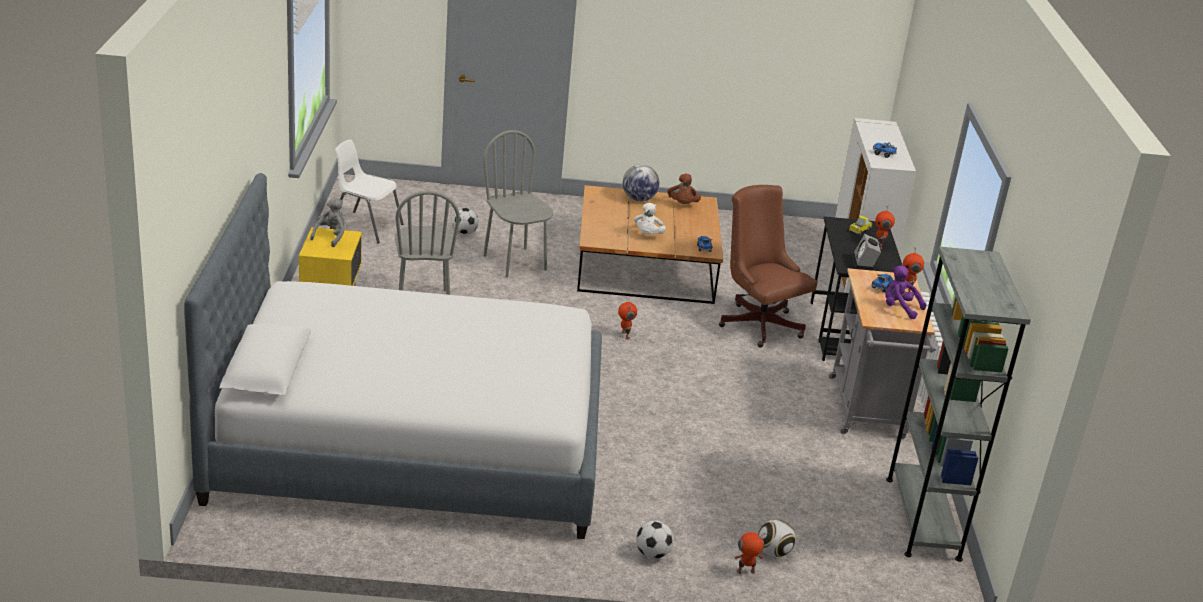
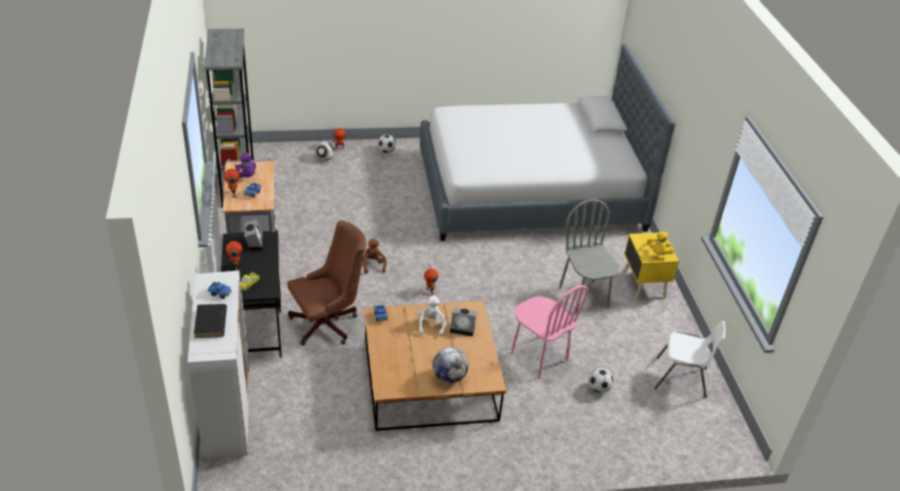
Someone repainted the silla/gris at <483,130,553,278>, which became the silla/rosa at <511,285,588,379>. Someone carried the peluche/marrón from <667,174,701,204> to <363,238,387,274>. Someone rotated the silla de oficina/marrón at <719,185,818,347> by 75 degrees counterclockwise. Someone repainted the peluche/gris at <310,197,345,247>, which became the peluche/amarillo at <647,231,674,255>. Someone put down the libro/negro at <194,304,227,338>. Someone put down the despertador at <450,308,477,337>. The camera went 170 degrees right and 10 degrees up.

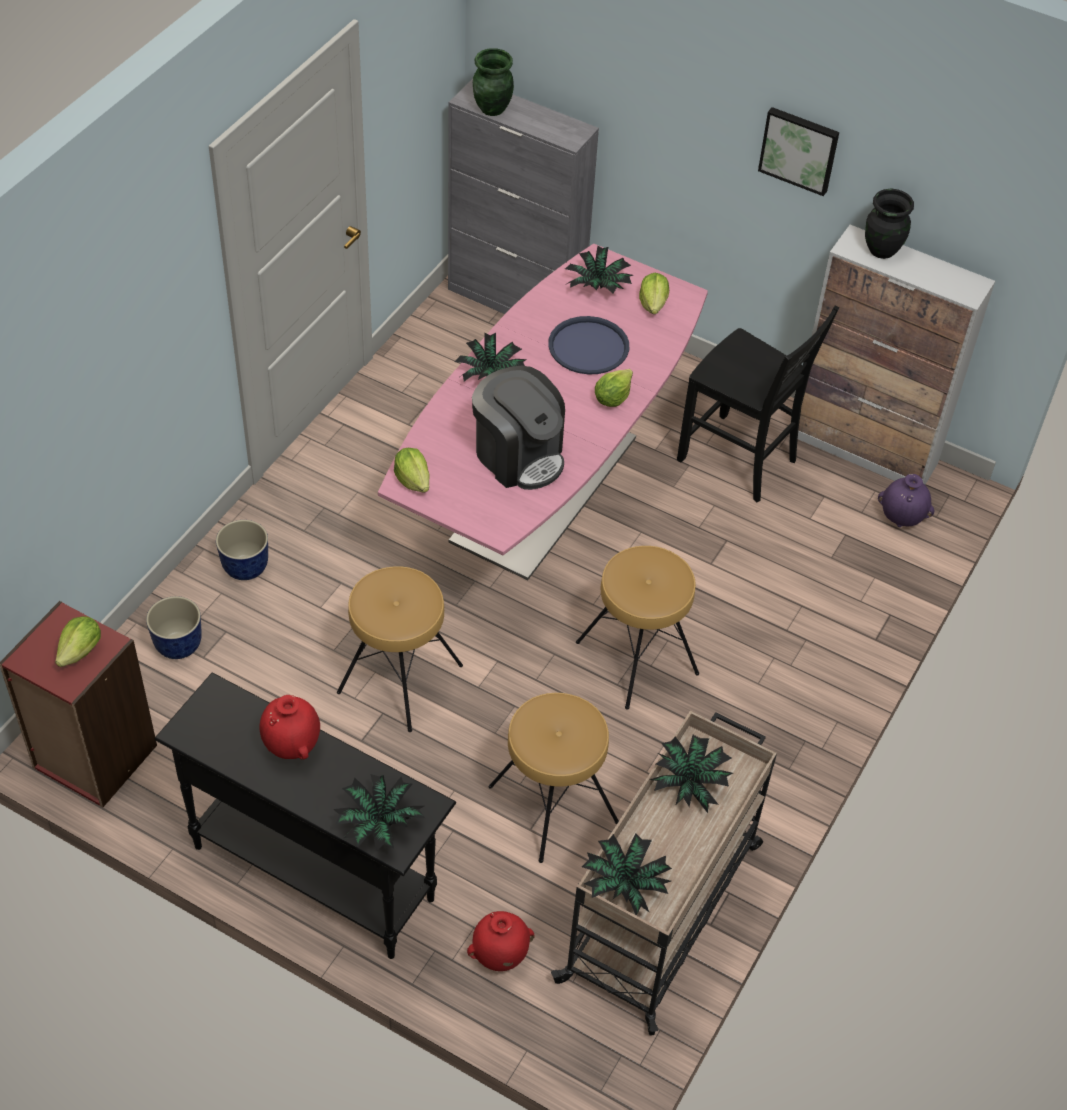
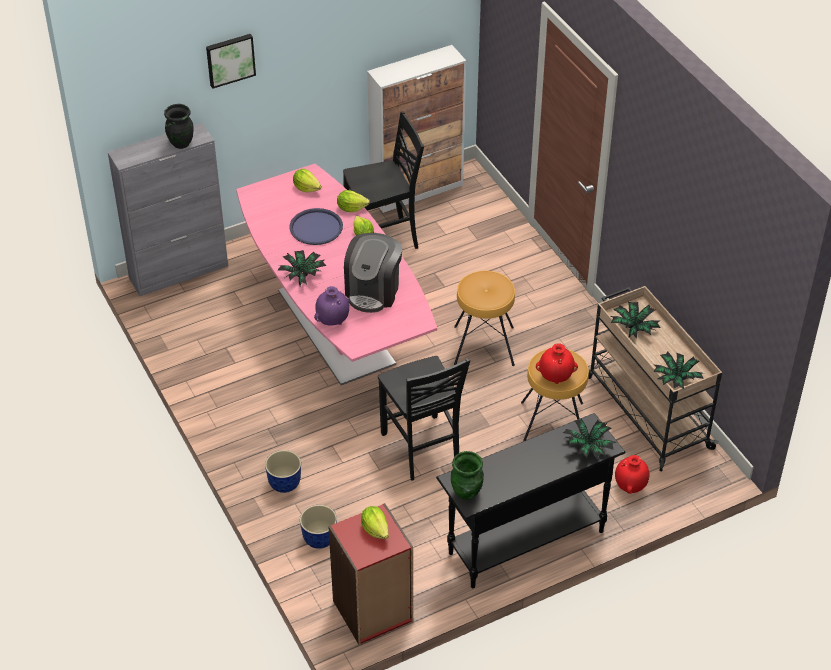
Someone carried the florero/verde from <473,48,514,116> to <451,451,484,500>. Someone carried the cuadro from <758,107,839,196> to <206,34,256,89>. Someone carried the florero/negro from <865,189,914,259> to <164,104,194,149>. Someone took away the planta en maceta at <565,246,633,294>. Someone rotated the cafetera at <472,366,565,490> by 120 degrees clockwise. Someone carried the lechuga from <394,448,430,492> to <337,190,370,212>. Someone carried the florero/morado from <878,474,935,527> to <314,286,350,326>. Someone swapped the taburete/marrón at <337,566,463,732> for the silla/negro at <378,356,470,480>. Someone carried the florero/rojo from <259,695,320,760> to <536,343,578,384>. The camera went 55 degrees left and 5 degrees down.

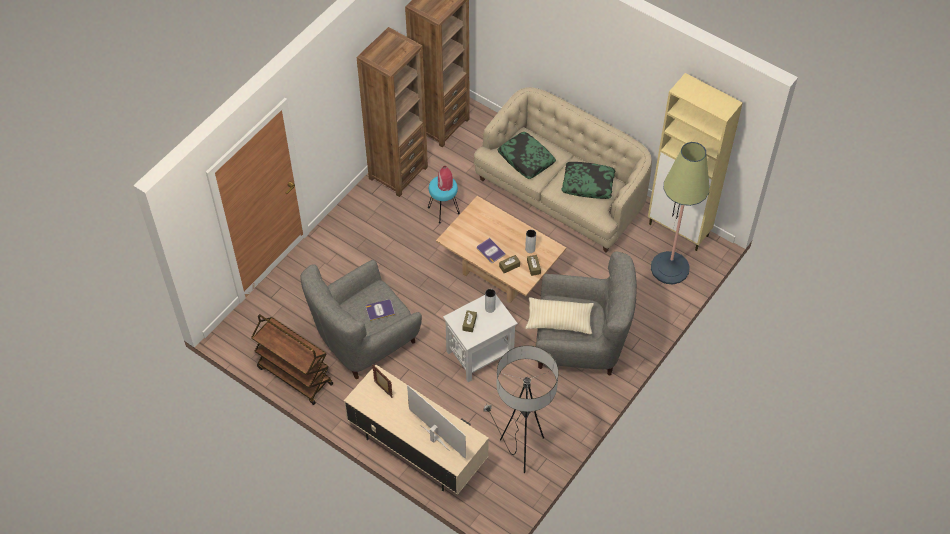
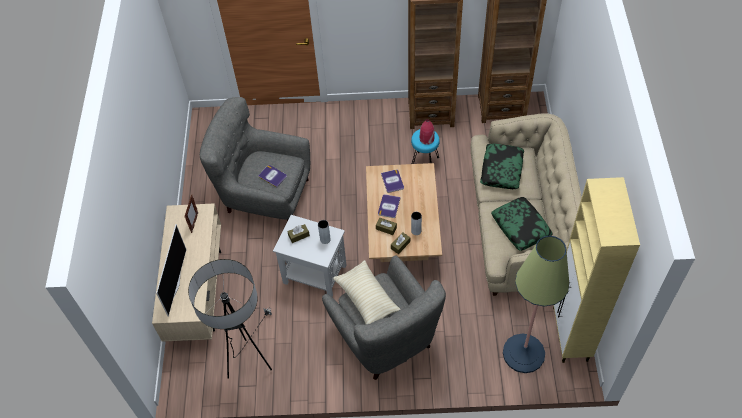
Someone took away the carrito/marrón at <251,314,333,405>. Someone put down the libro at <381,169,404,193>. The camera went 55 degrees right and 0 degrees up.

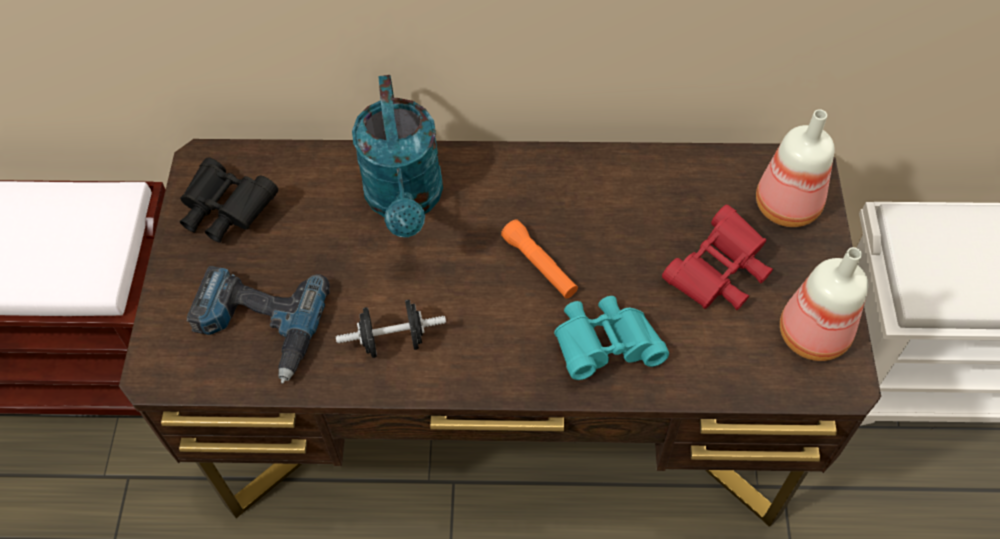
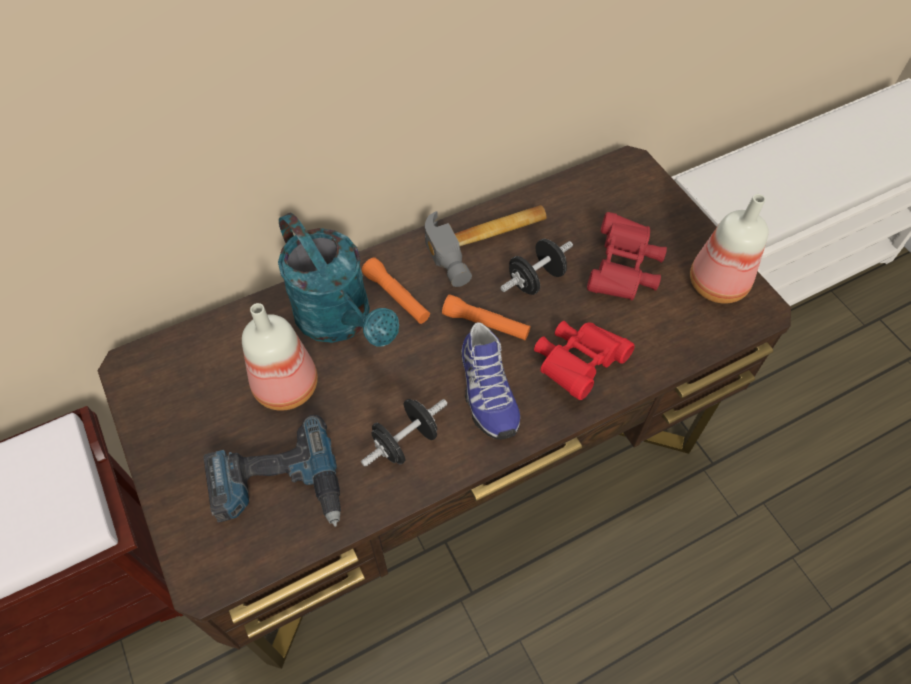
Someone carried the botella from <756,109,835,227> to <242,303,318,411>. Someone took away the prismáticos/negro at <180,157,278,242>. Someone repainted the prismáticos/turquesa at <554,296,669,380>, which became the prismáticos/rojo at <534,321,635,400>. Someone put down the martillo at <425,205,547,287>. Someone put down the mancuerna/negro at <500,239,573,295>. Someone put down the linterna/naranja at <362,258,430,324>. Someone put down the zapato at <461,322,520,440>. The camera went 30 degrees left and 0 degrees up.

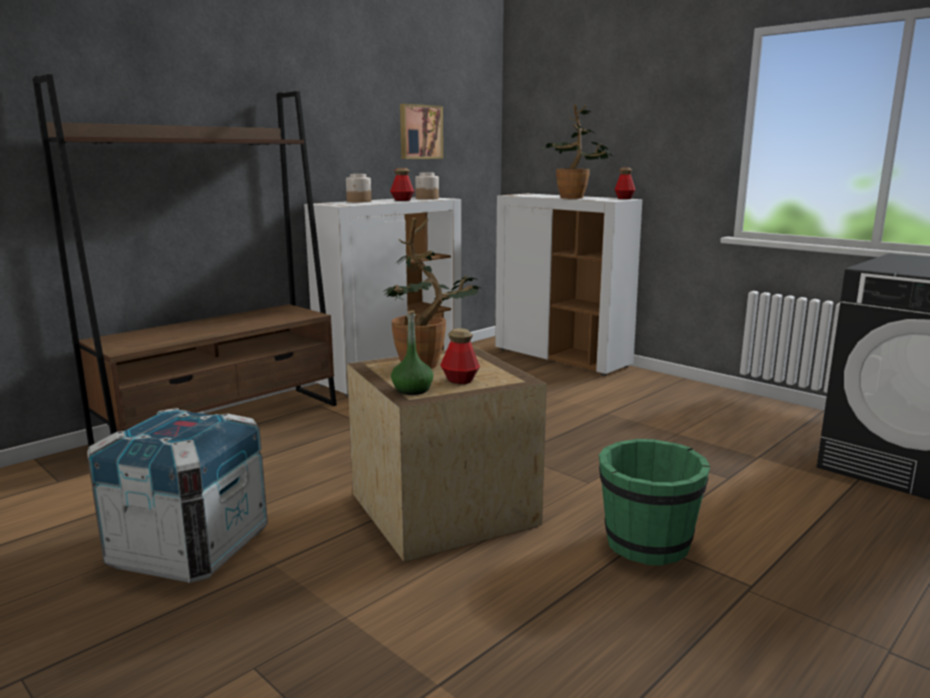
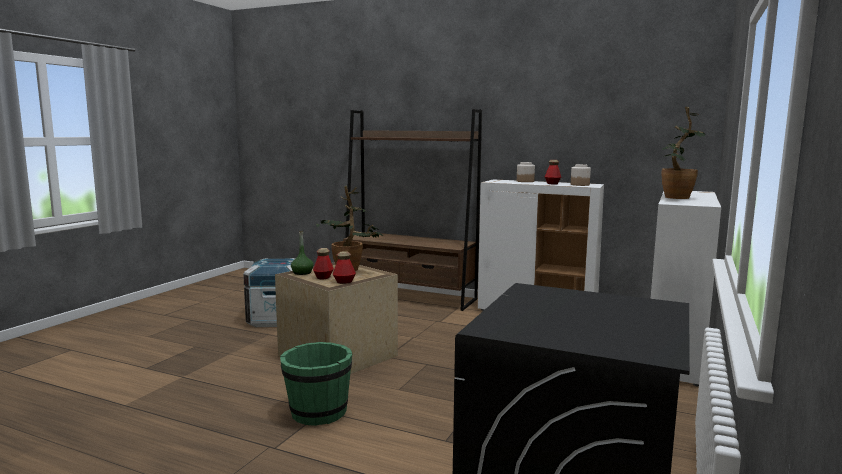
Someone took away the cuadro at <400,104,443,159>. Someone carried the botella from <614,167,635,199> to <333,251,356,284>. The camera went 70 degrees right and 5 degrees down.

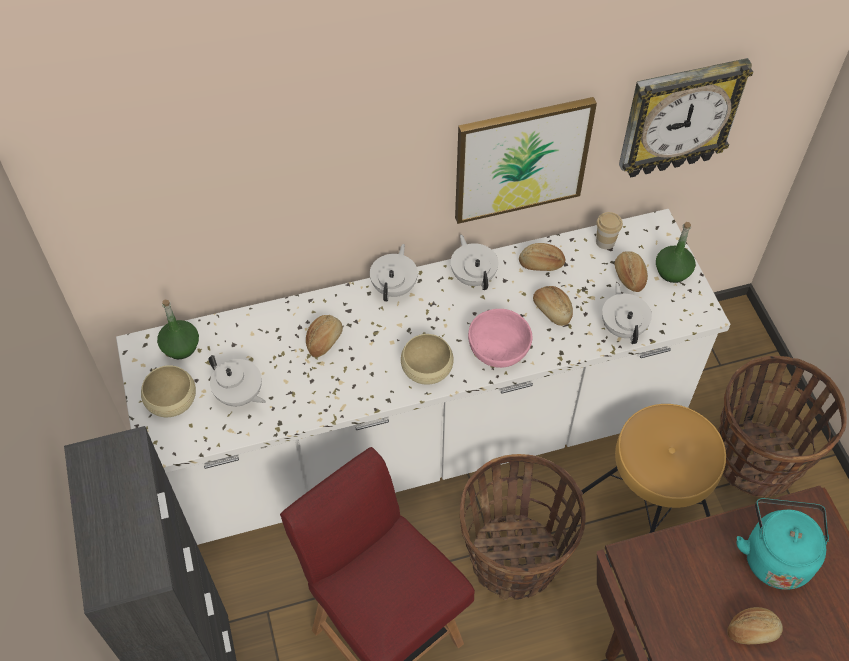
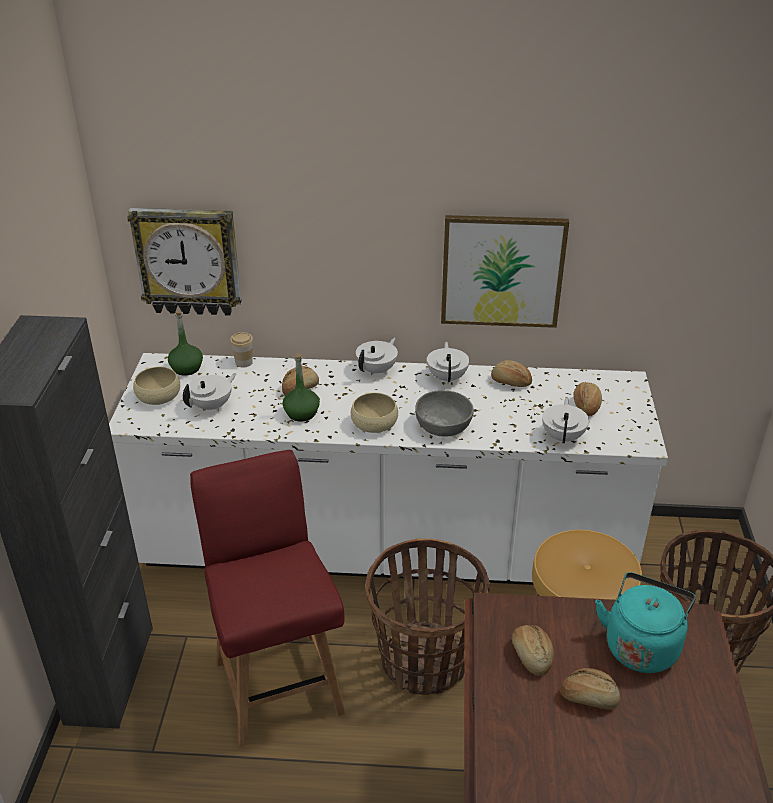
Someone carried the reloj de pared from <619,58,753,177> to <127,208,242,316>. Someone carried the taza from <596,212,623,249> to <230,332,253,368>. Someone carried the botella/verde from <656,222,695,283> to <283,353,320,422>. Someone carried the pan from <533,286,573,326> to <512,625,554,675>. Someone repainted the cuenco/rosa at <468,309,532,368>, which became the cuenco/gris at <415,390,474,437>. Someone rotated the tetera/blanco at <209,355,266,406> by 105 degrees counterclockwise. The camera went 20 degrees right and 20 degrees down.

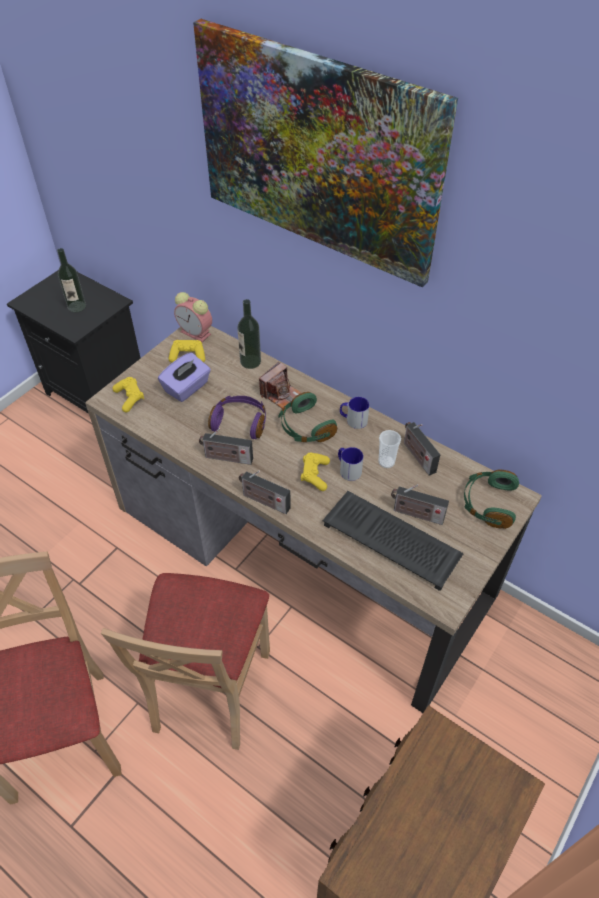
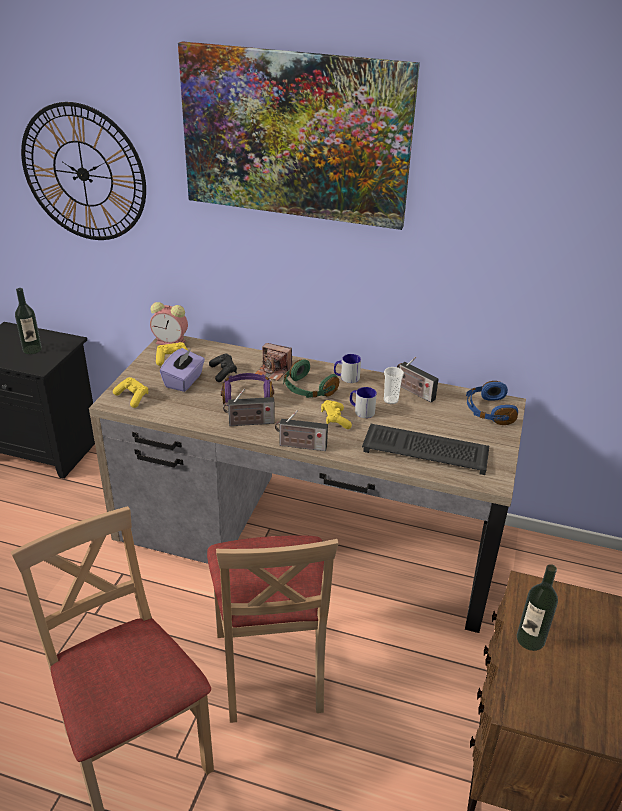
Someone carried the botella from <237,299,261,369> to <517,564,558,651>. Someone rotated the cámara at <259,362,301,409> by 90 degrees clockwise. Someone repainted the auriculares/verde at <464,470,519,529>, which became the auriculares/azul at <466,381,518,425>. Someone took away the radio at <391,484,449,525>. Someone put up the reloj de pared at <21,102,146,240>. Someone put down the mando de consola/negro at <209,354,237,382>. The camera went 20 degrees left and 15 degrees down.

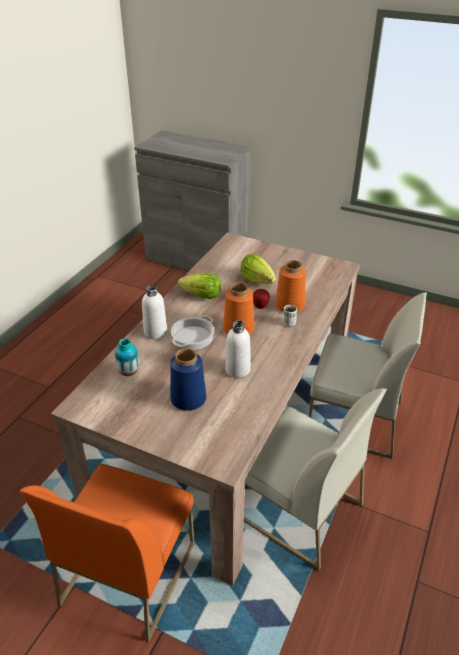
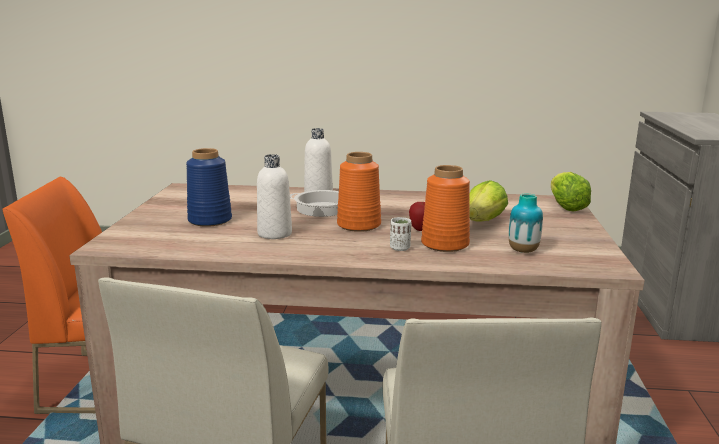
Someone carried the lechuga from <178,273,221,299> to <551,172,591,212>. Someone carried the florero from <115,338,139,376> to <509,193,543,253>. The camera went 70 degrees right and 20 degrees down.

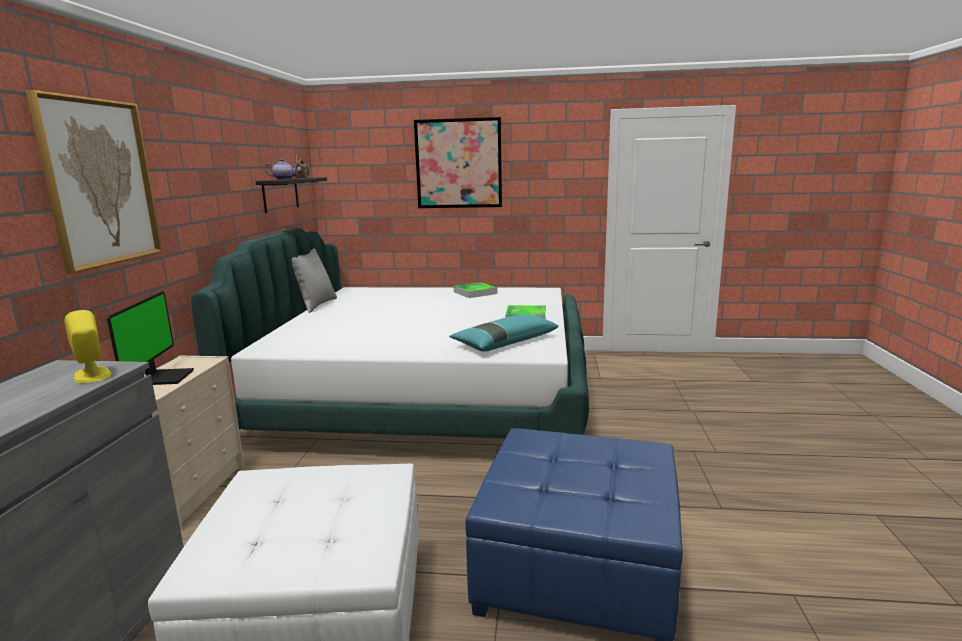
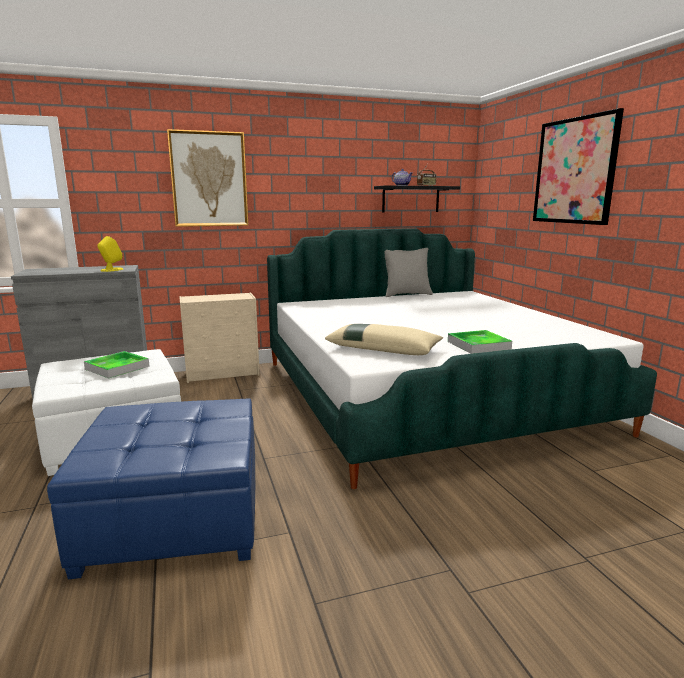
Someone carried the bandeja from <454,282,497,298> to <84,351,150,378>. Someone took away the monitor at <107,292,194,385>. Someone repainted the cojín/turquesa at <449,314,559,352>, which became the cojín/beis at <325,324,443,355>. The camera went 65 degrees right and 0 degrees up.

